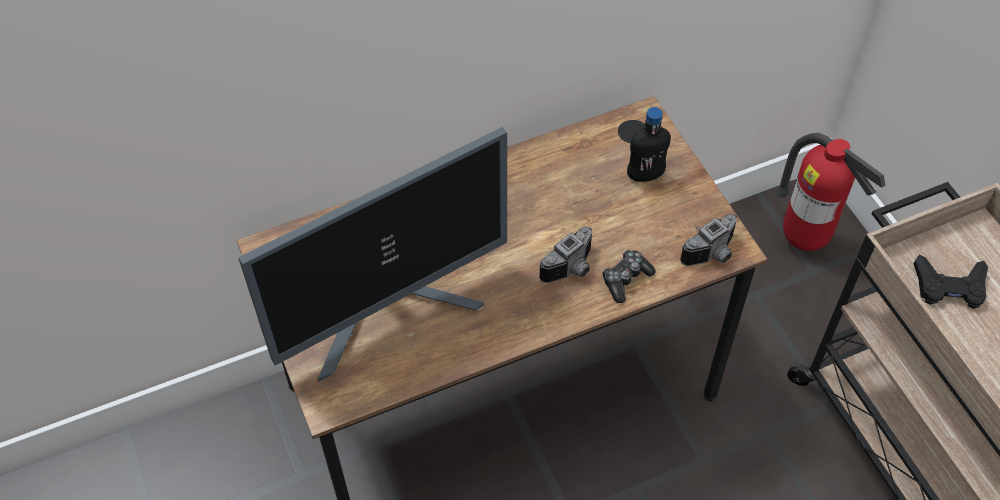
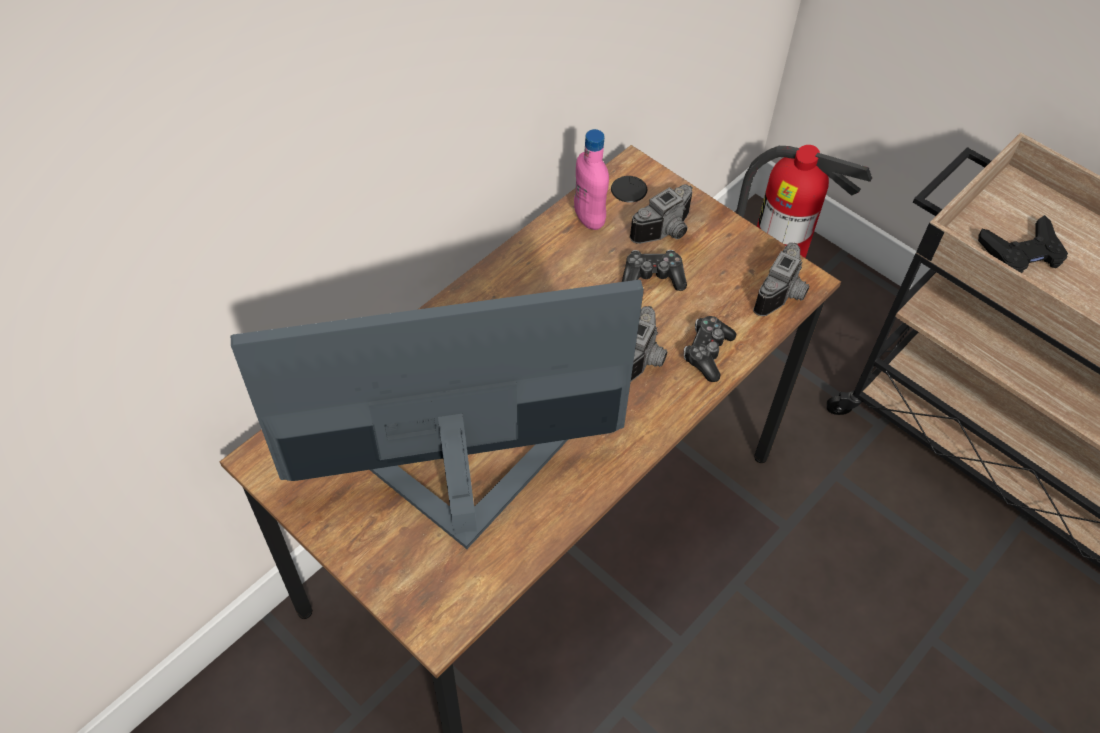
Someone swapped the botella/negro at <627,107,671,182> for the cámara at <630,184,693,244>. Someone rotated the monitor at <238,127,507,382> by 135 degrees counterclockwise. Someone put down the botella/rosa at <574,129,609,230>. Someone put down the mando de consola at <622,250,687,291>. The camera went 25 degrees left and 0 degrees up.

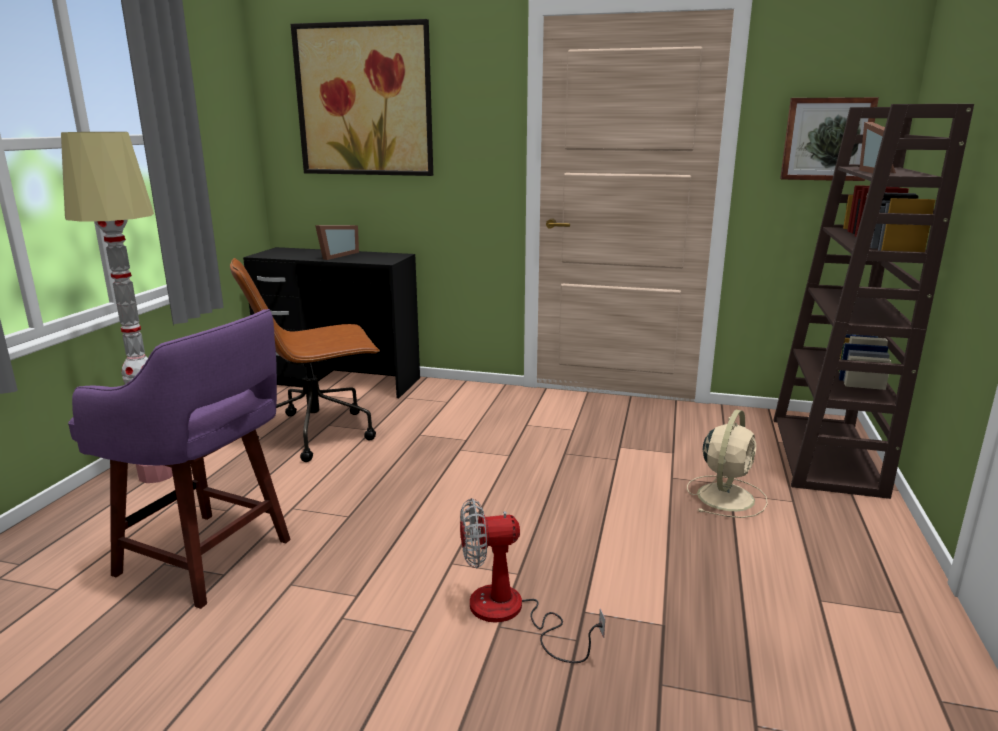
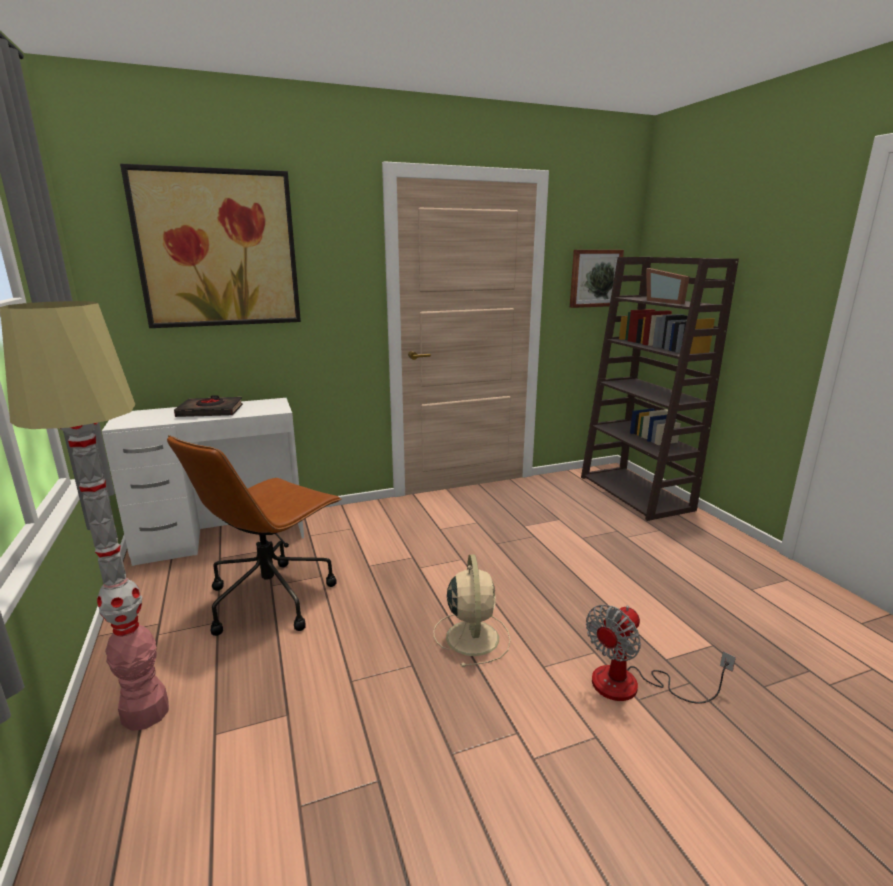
Someone swapped the portarretratos at <315,225,359,260> for the libro/negro at <174,395,243,417>. Someone repainted the escritorio/negro at <243,247,420,398>, which became the escritorio/blanco at <102,398,304,566>. Someone took away the taburete/morado at <68,309,291,609>. Someone carried the ventilador/beis from <687,410,768,518> to <433,555,511,667>. The camera went 35 degrees left and 0 degrees up.

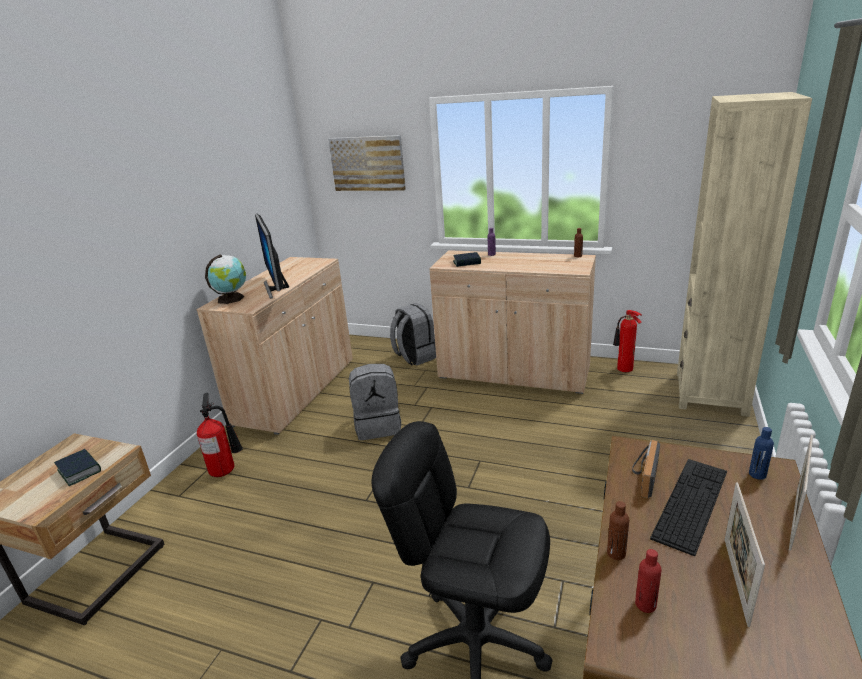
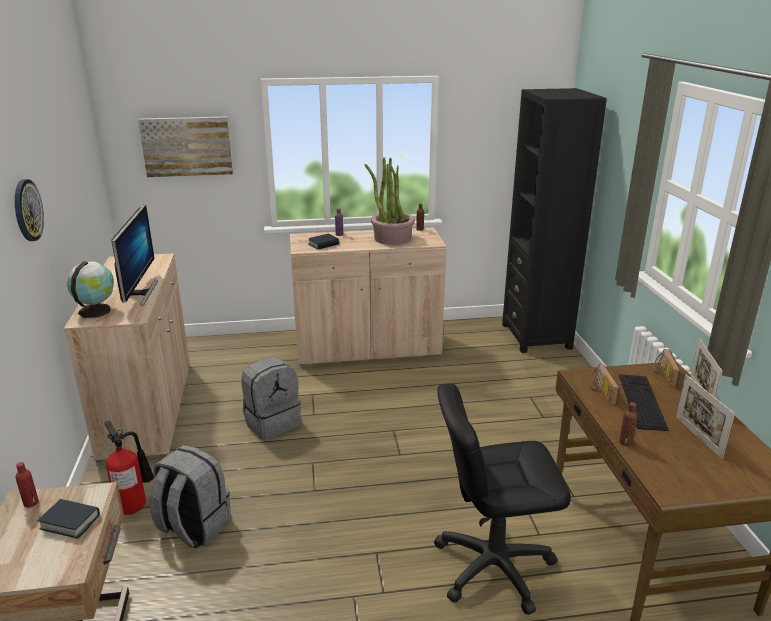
Someone repainted the estantería/beis at <677,92,812,417>, which became the estantería/negro at <502,88,607,353>. Someone rotated the monitor at <255,214,289,299> by 135 degrees counterclockwise. Someone carried the mochila/gris from <390,303,436,365> to <150,445,231,549>. Someone took away the extintor at <613,310,642,372>. Someone swapped the botella/azul at <749,427,774,480> for the radio at <654,349,681,387>. Someone carried the botella/rojo from <635,549,662,613> to <15,462,39,508>. Someone put down the planta en maceta at <365,158,415,245>. Someone put up the reloj de pared at <15,179,44,241>. The camera went 30 degrees left and 0 degrees up.

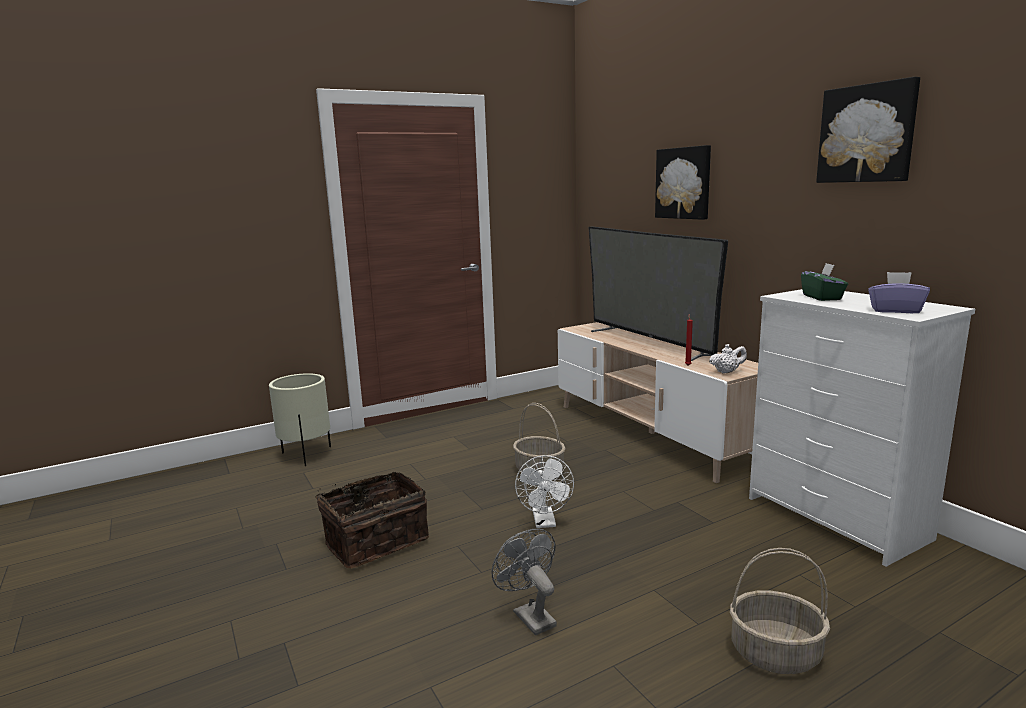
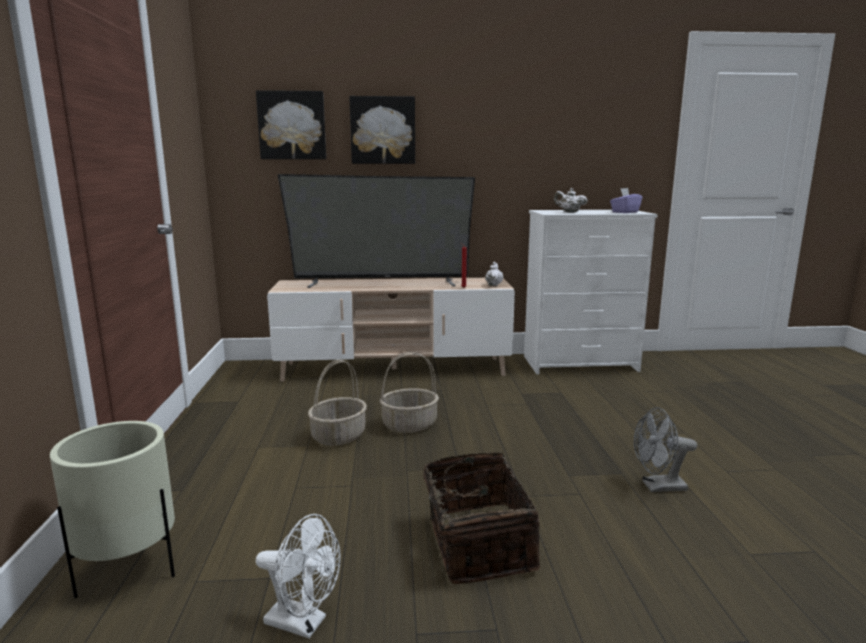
Someone carried the cuadro from <816,77,920,183> to <256,90,326,159>. Someone swapped the caja de pañuelos/verde at <801,263,848,301> for the tetera/blanco at <553,188,588,213>. Someone carried the ventilador/blanco from <515,455,574,528> to <256,514,341,638>. Someone carried the cesta from <730,548,830,674> to <308,360,367,446>. The camera went 65 degrees left and 0 degrees up.

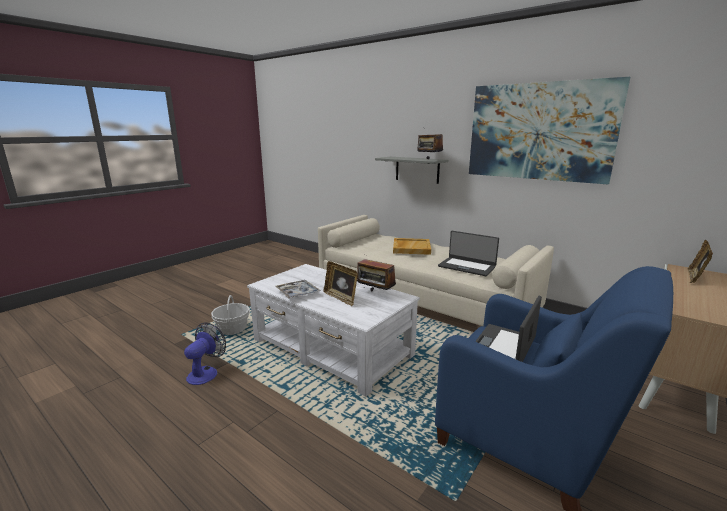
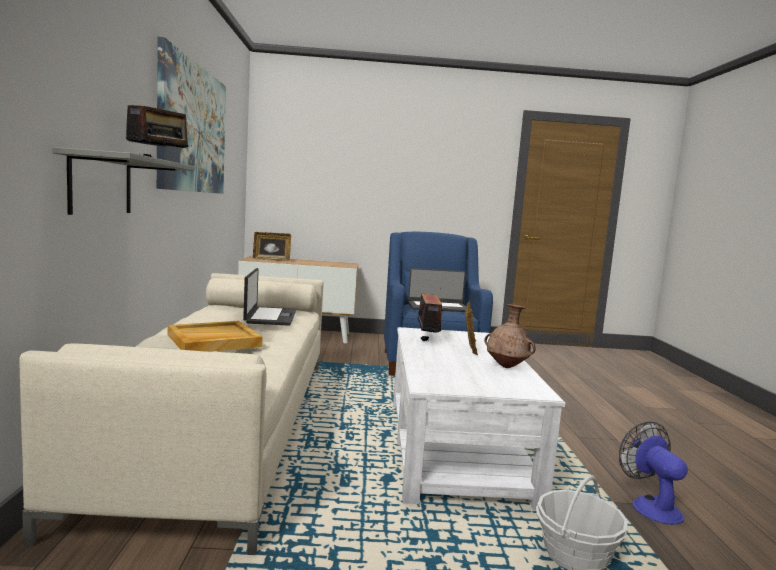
Someone swapped the bandeja at <275,280,321,298> for the florero/marrón at <484,304,536,368>. Someone rotated the ventilador at <184,323,226,385> by 90 degrees clockwise. The camera went 130 degrees left and 10 degrees down.

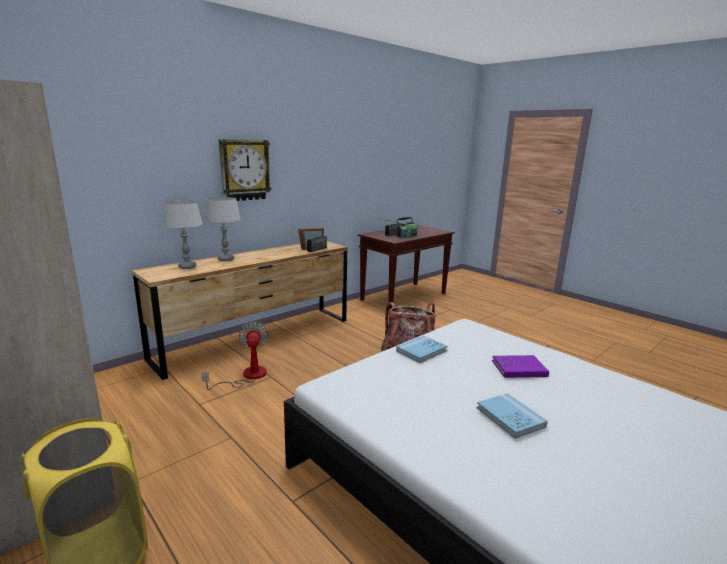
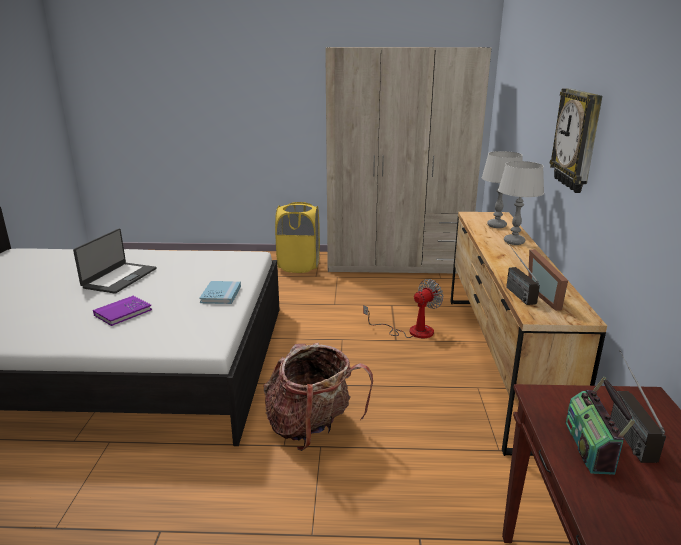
Someone rotated the ventilador at <201,322,269,390> by 75 degrees counterclockwise. Someone swapped the libro/azul at <477,393,548,439> for the portátil at <73,229,156,294>. The camera went 135 degrees right and 5 degrees up.

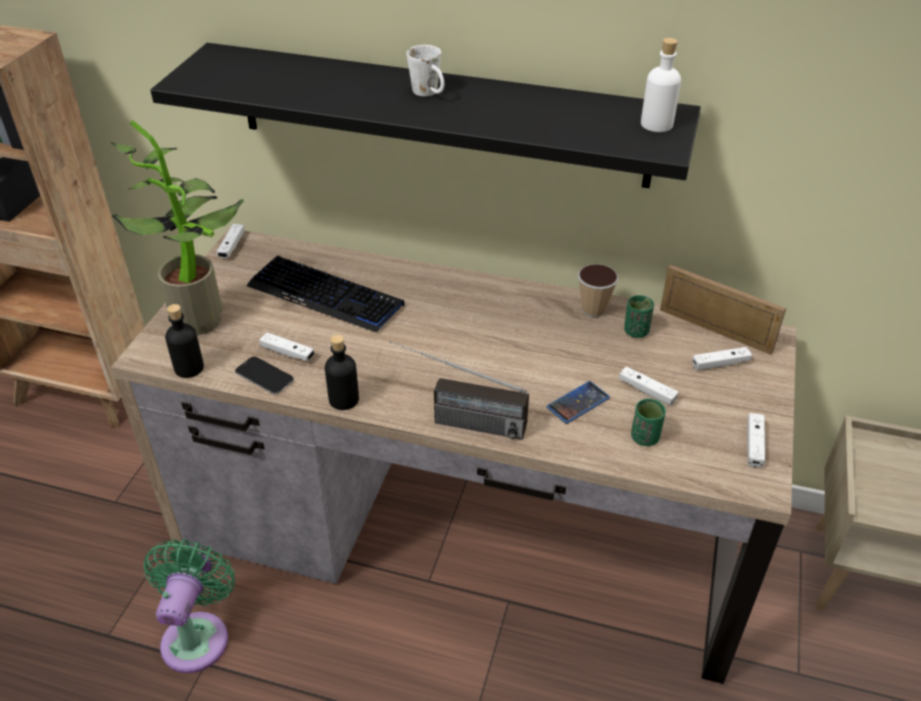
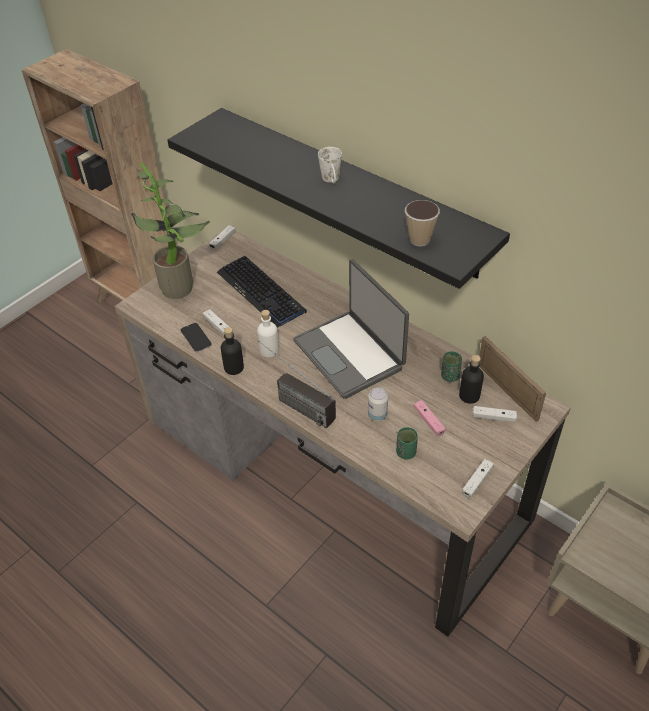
Someone carried the botella/blanco from <641,38,681,132> to <257,310,279,357>. Someone carried the taza from <578,264,618,317> to <405,200,440,247>. Someone carried the botella/negro from <165,304,204,378> to <459,355,484,404>. Someone repainted the mando de consola/blanco at <619,366,678,406>, which became the mando de consola/rosa at <414,400,446,436>. Someone swapped the móvil at <546,381,610,424> for the lata at <368,387,388,421>. Someone took away the ventilador/verde at <144,539,235,673>. Someone put down the portátil at <293,259,409,399>. The camera went 25 degrees right and 5 degrees up.

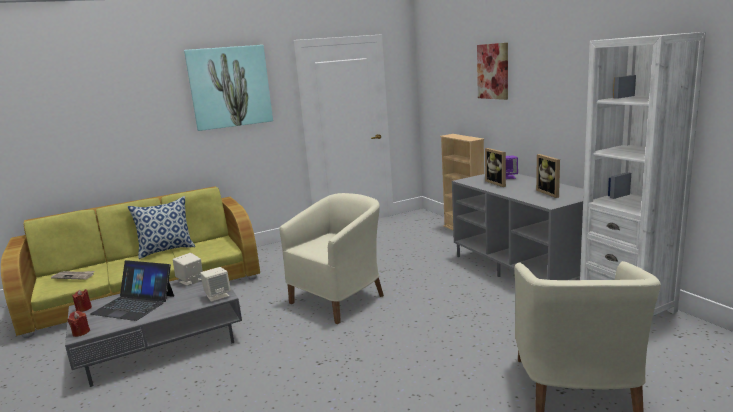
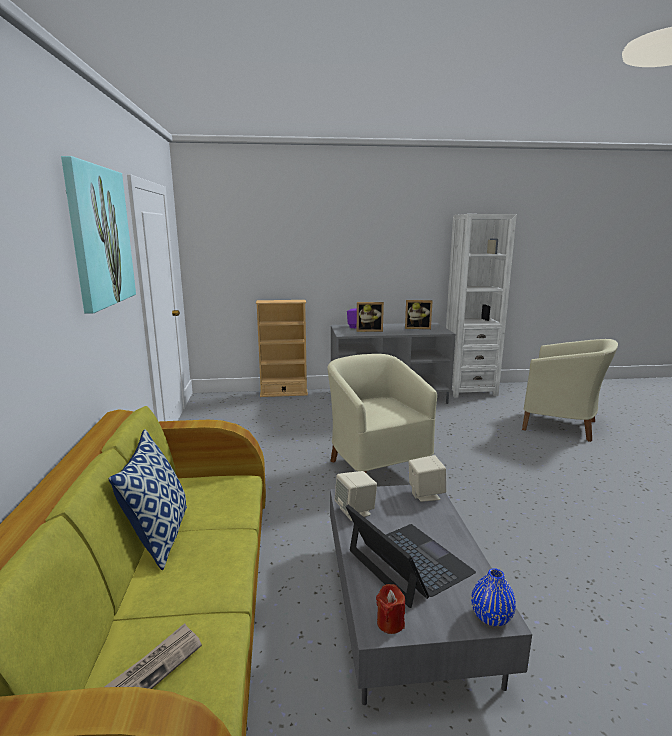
Someone took away the cuadro at <477,43,508,100>. Someone rotated the portátil at <90,260,174,321> by 75 degrees counterclockwise. Someone swapped the vela/rojo at <68,311,90,337> for the florero/azul at <471,568,516,626>. The camera went 70 degrees left and 0 degrees up.

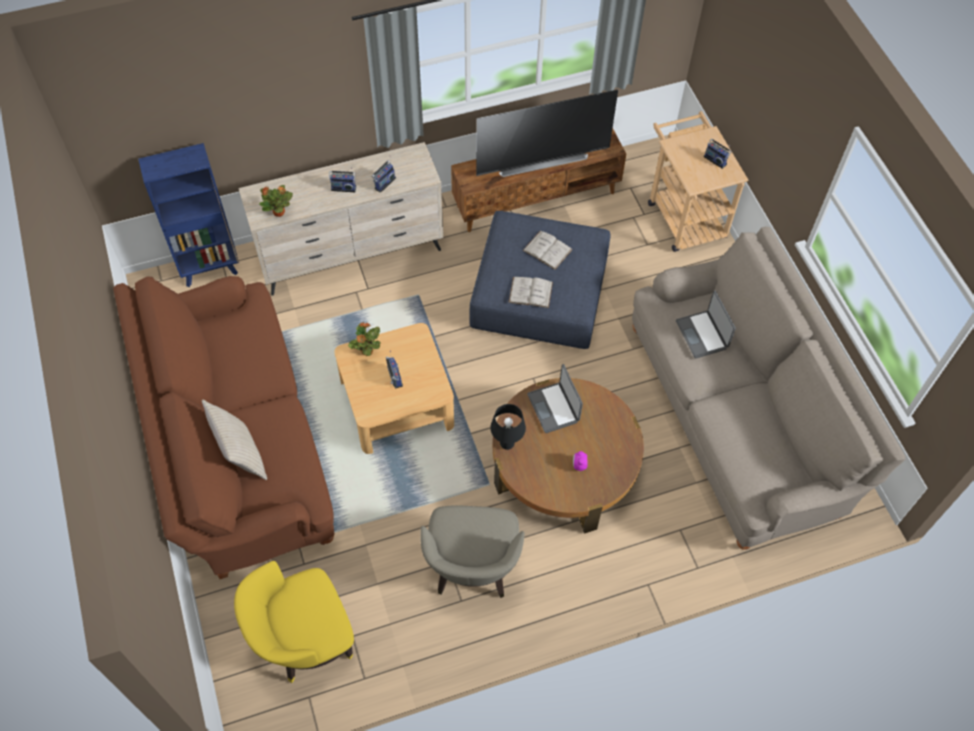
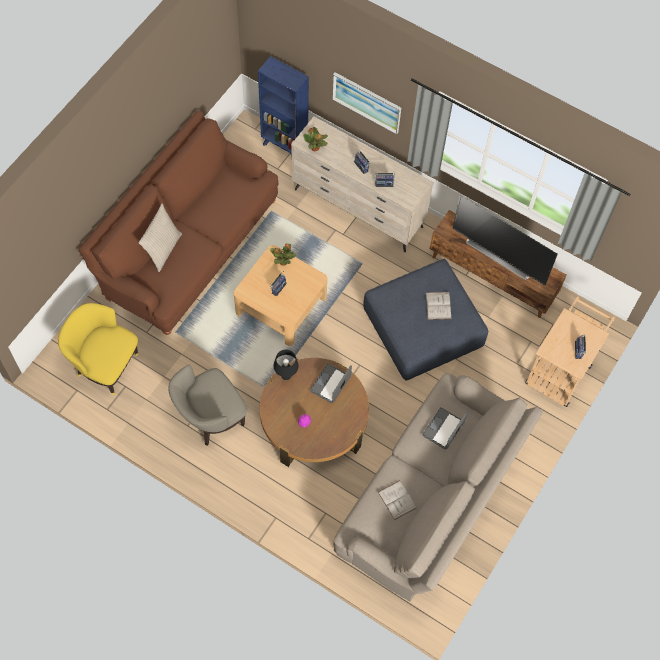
Someone carried the libro/blanco from <508,277,553,308> to <378,480,416,520>. Someone put up the cuadro at <332,72,401,135>. The camera went 50 degrees right and 5 degrees up.

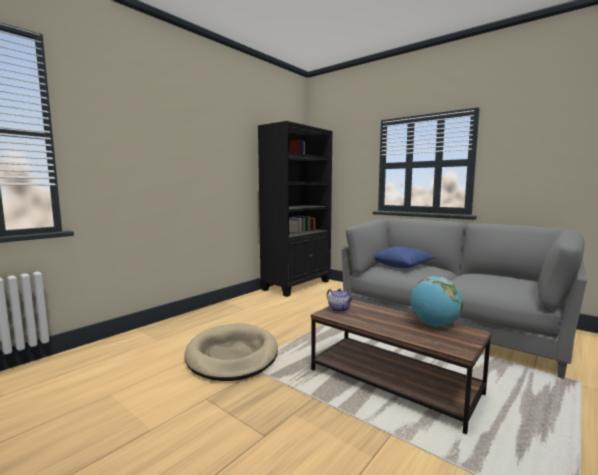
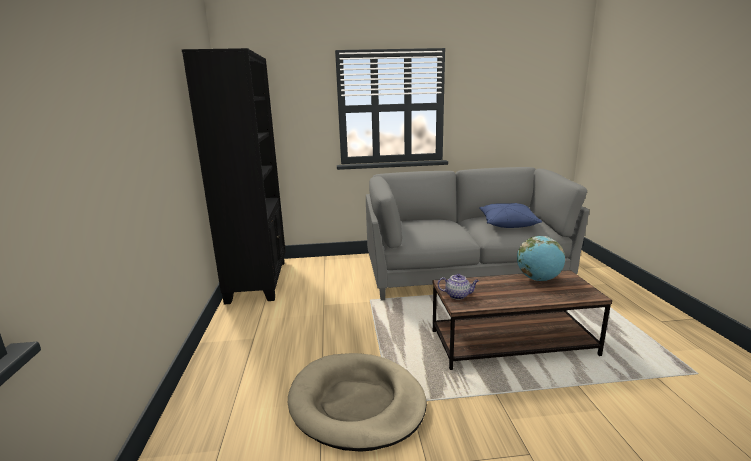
Someone carried the cojín/azul from <374,246,435,268> to <479,203,542,228>. The camera went 45 degrees left and 10 degrees up.

